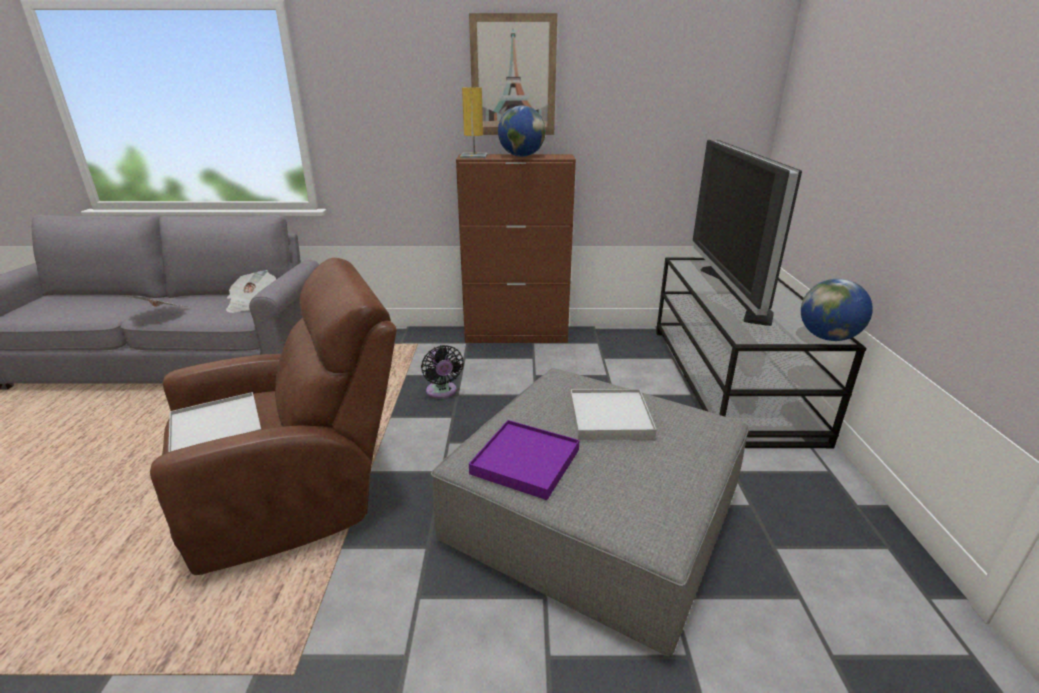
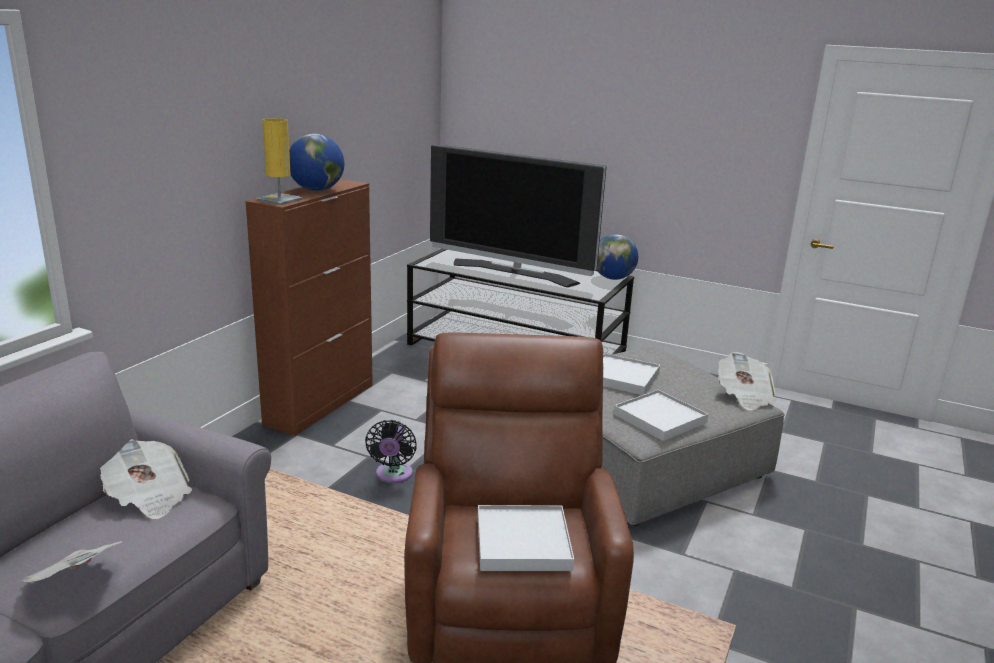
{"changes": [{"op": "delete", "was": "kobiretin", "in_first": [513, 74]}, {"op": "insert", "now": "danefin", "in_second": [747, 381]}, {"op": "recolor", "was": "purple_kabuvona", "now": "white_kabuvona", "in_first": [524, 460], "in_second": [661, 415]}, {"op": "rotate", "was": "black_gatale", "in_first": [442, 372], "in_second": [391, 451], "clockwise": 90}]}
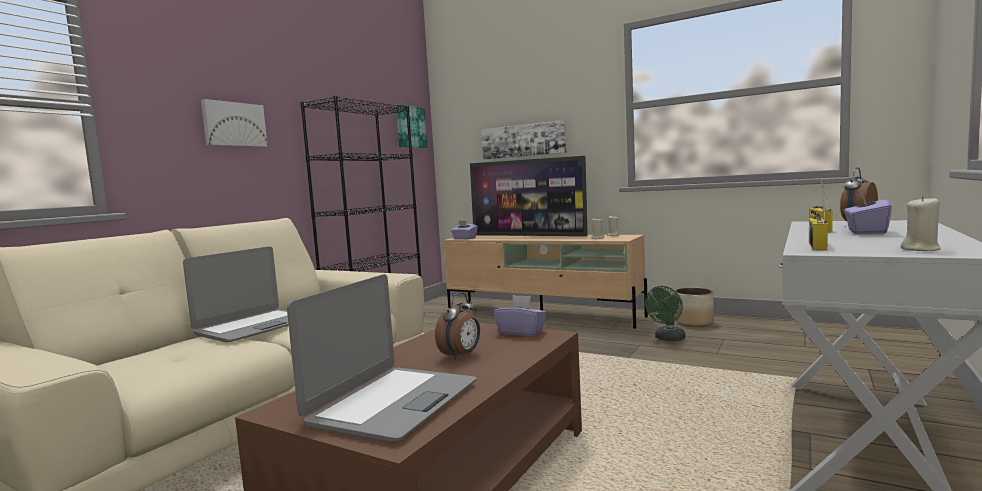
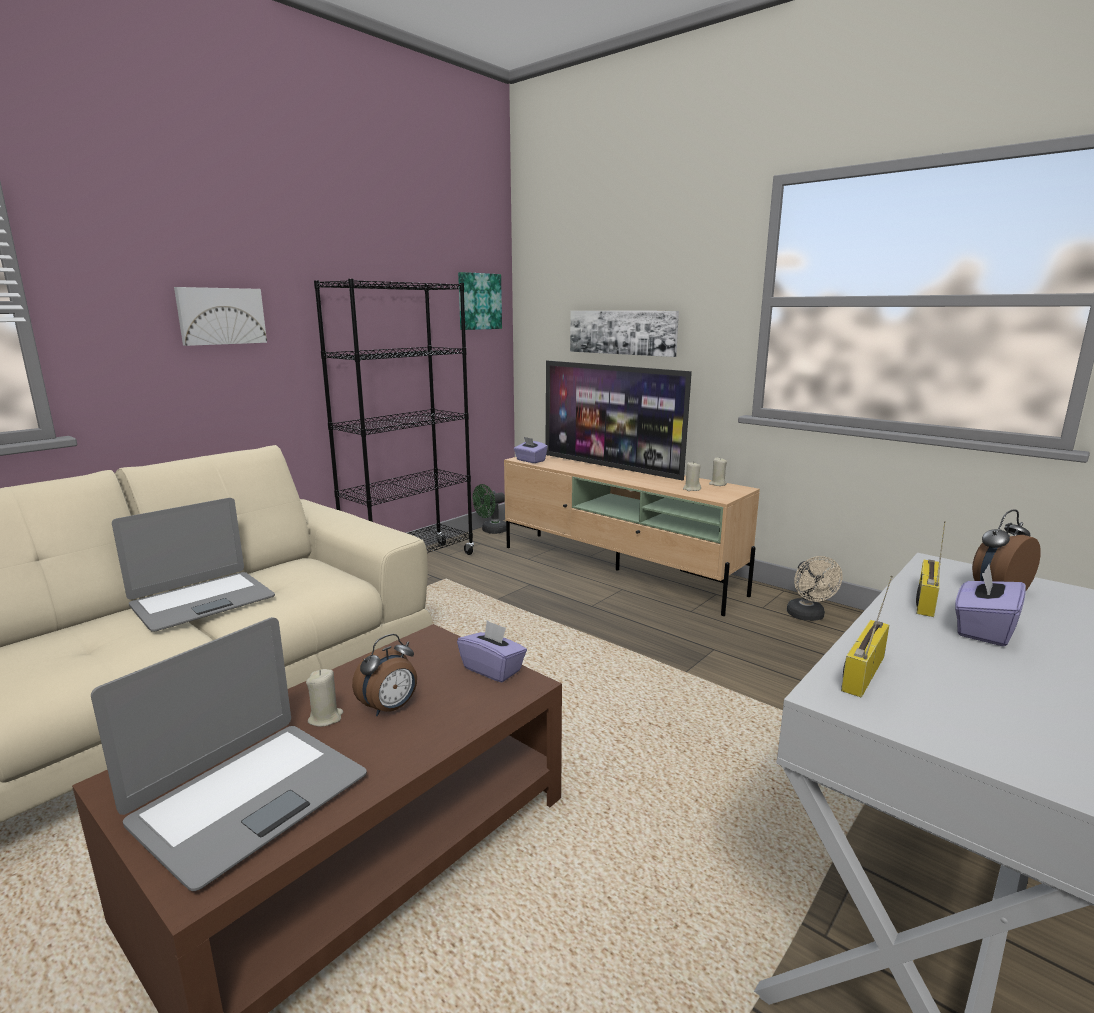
{"changes": [{"op": "move", "was": "green_gatale", "in_first": [665, 313], "in_second": [489, 509]}, {"op": "move", "was": "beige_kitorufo", "in_first": [921, 223], "in_second": [324, 698]}, {"op": "replace", "was": "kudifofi", "now": "beige_gatale", "in_first": [694, 307], "in_second": [815, 588]}]}
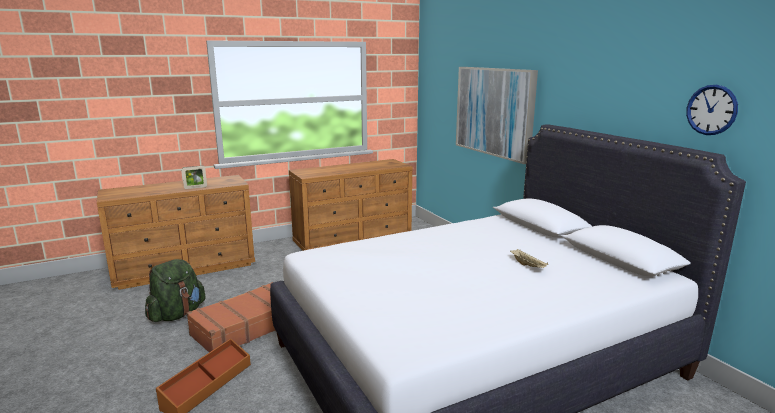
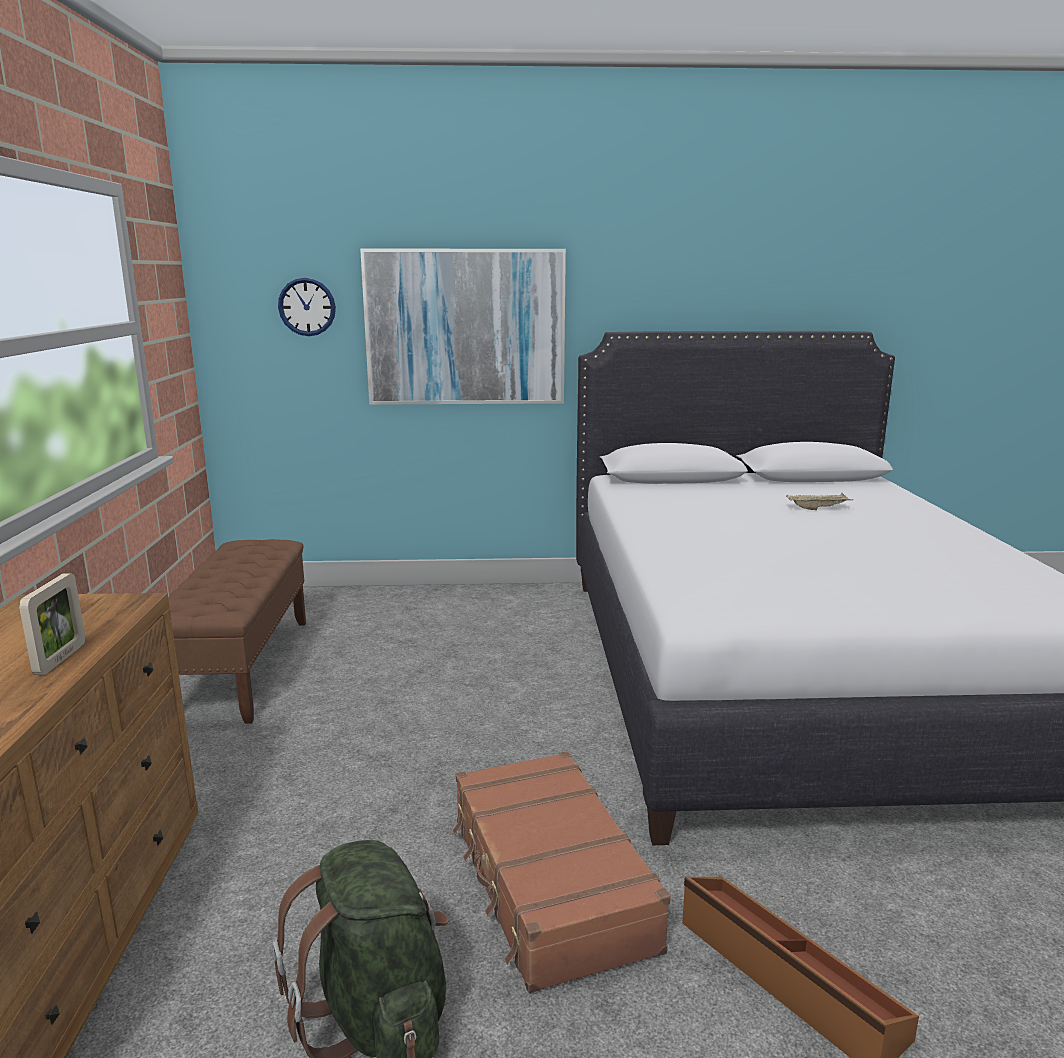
{"changes": [{"op": "move", "was": "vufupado", "in_first": [712, 110], "in_second": [307, 307]}, {"op": "replace", "was": "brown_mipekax", "now": "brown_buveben", "in_first": [351, 205], "in_second": [237, 631]}]}
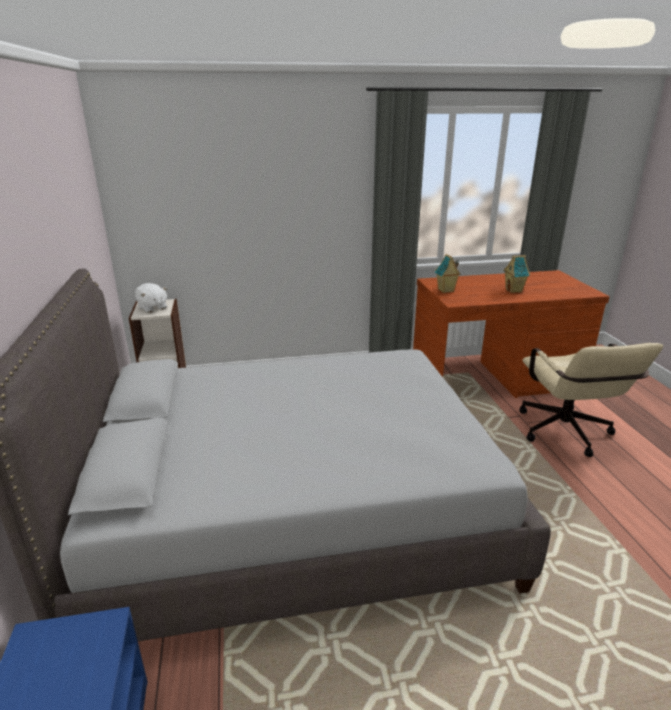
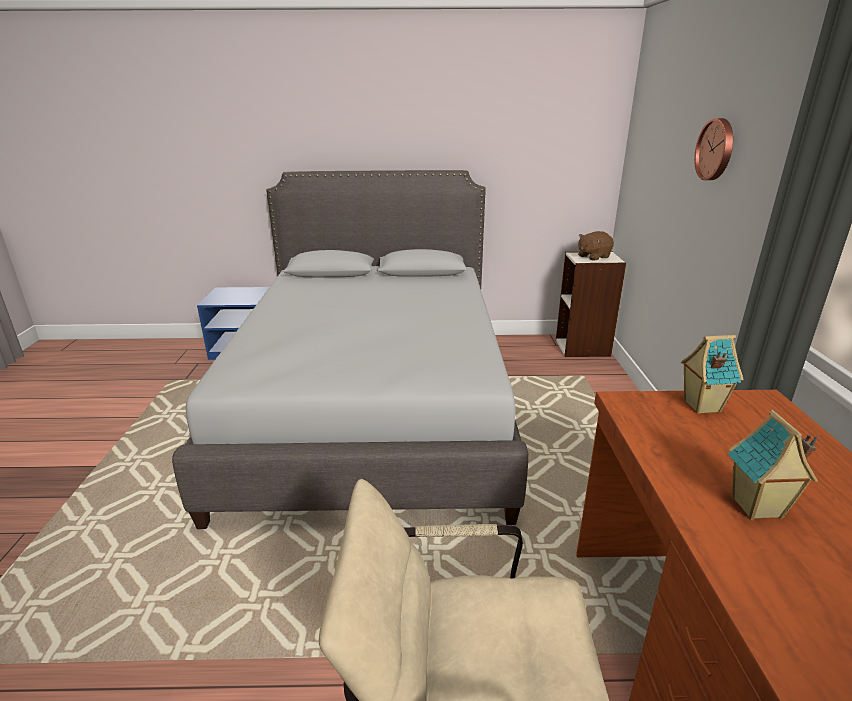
{"changes": [{"op": "insert", "now": "vufupado", "in_second": [713, 149]}, {"op": "recolor", "was": "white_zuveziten", "now": "brown_zuveziten", "in_first": [151, 298], "in_second": [596, 246]}]}
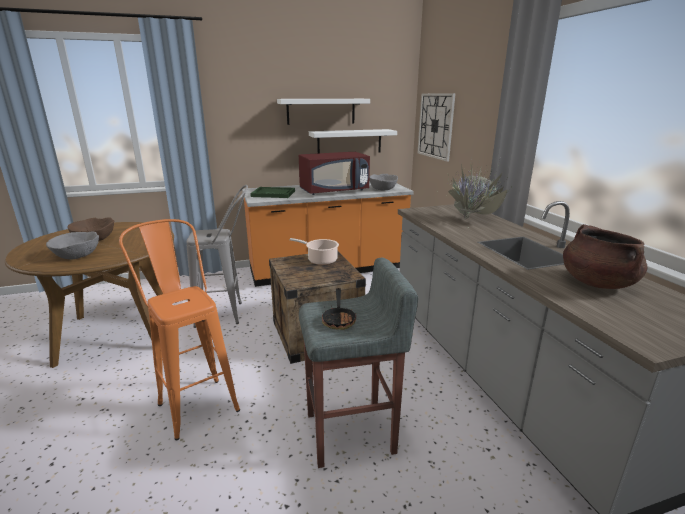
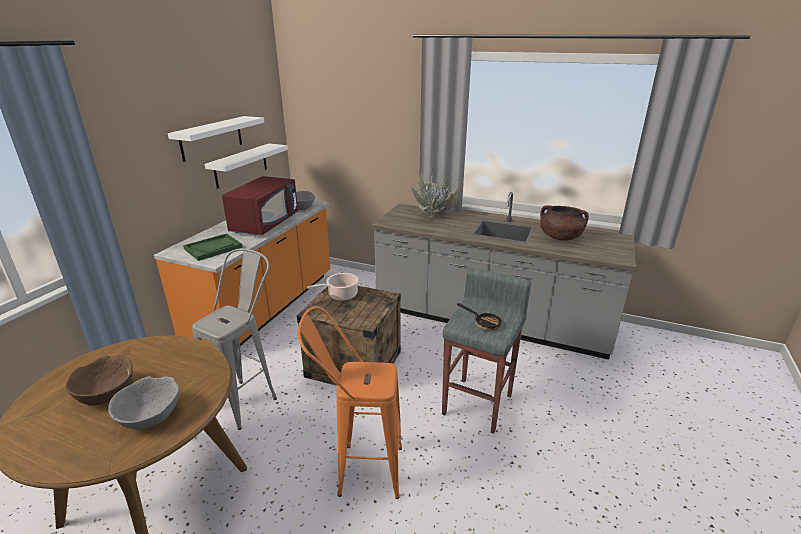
{"changes": [{"op": "delete", "was": "vufupado", "in_first": [437, 127]}]}
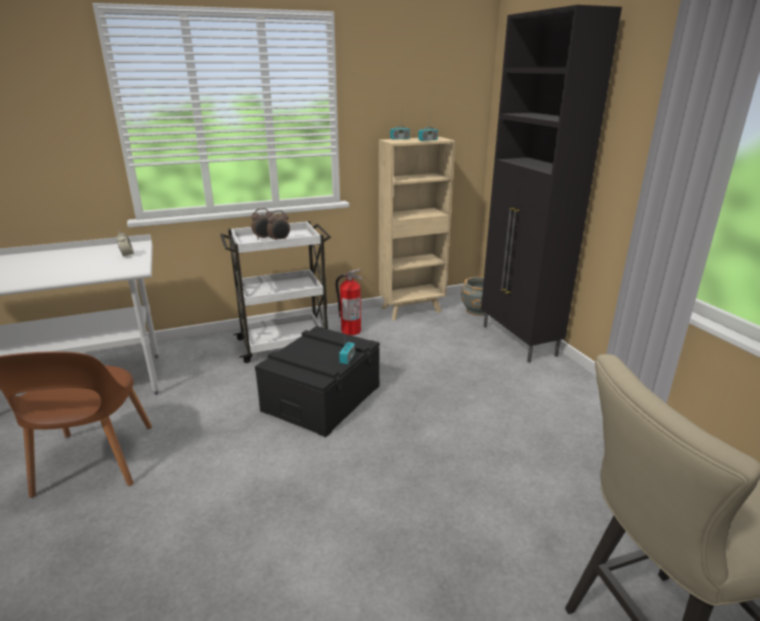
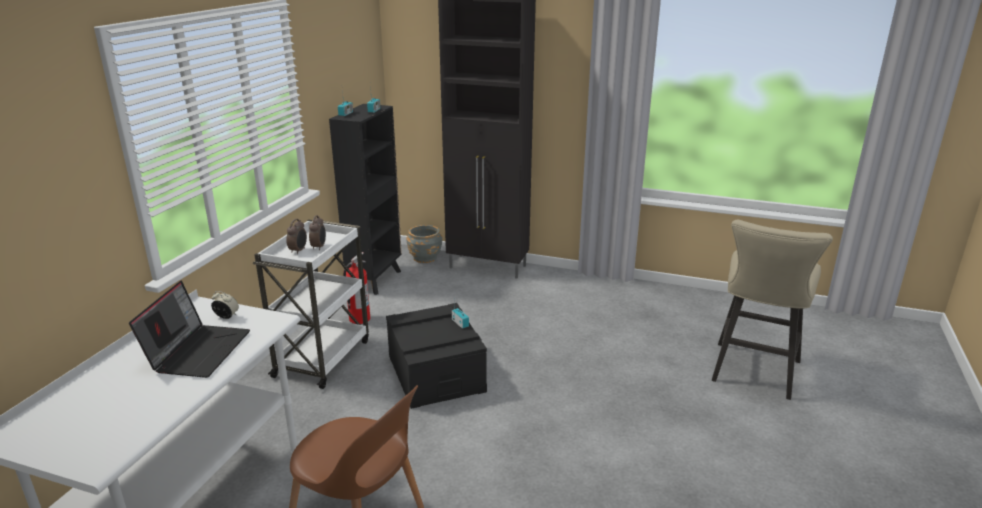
{"changes": [{"op": "insert", "now": "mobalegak", "in_second": [189, 329]}, {"op": "recolor", "was": "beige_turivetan", "now": "black_turivetan", "in_first": [417, 228], "in_second": [365, 199]}]}
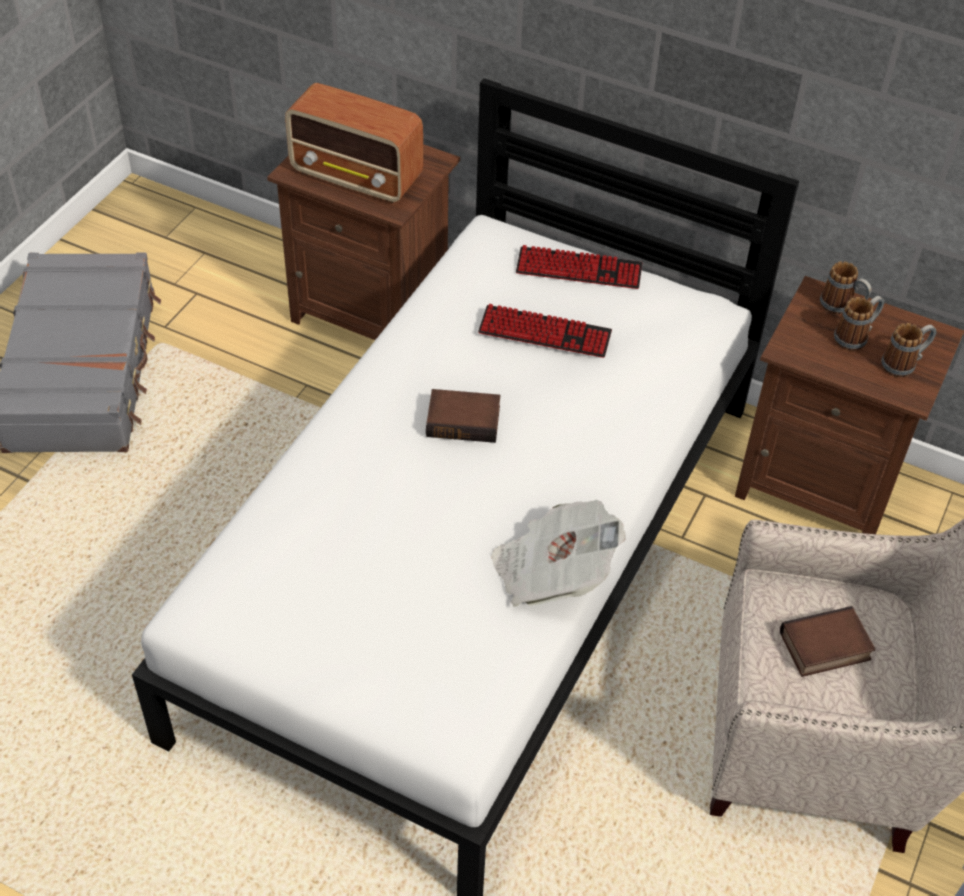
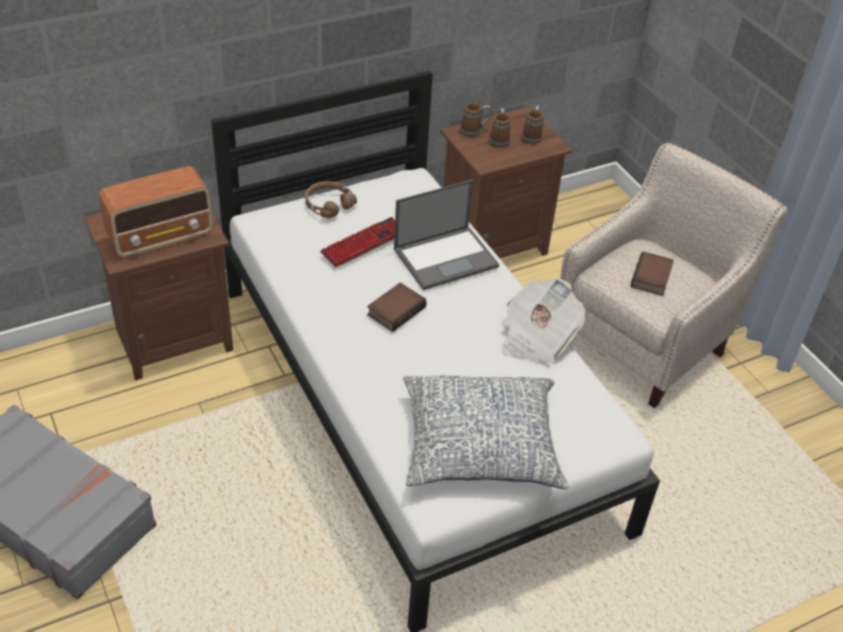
{"changes": [{"op": "insert", "now": "mobalegak", "in_second": [446, 235]}, {"op": "insert", "now": "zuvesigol", "in_second": [486, 432]}, {"op": "replace", "was": "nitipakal", "now": "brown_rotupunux", "in_first": [579, 267], "in_second": [331, 200]}]}
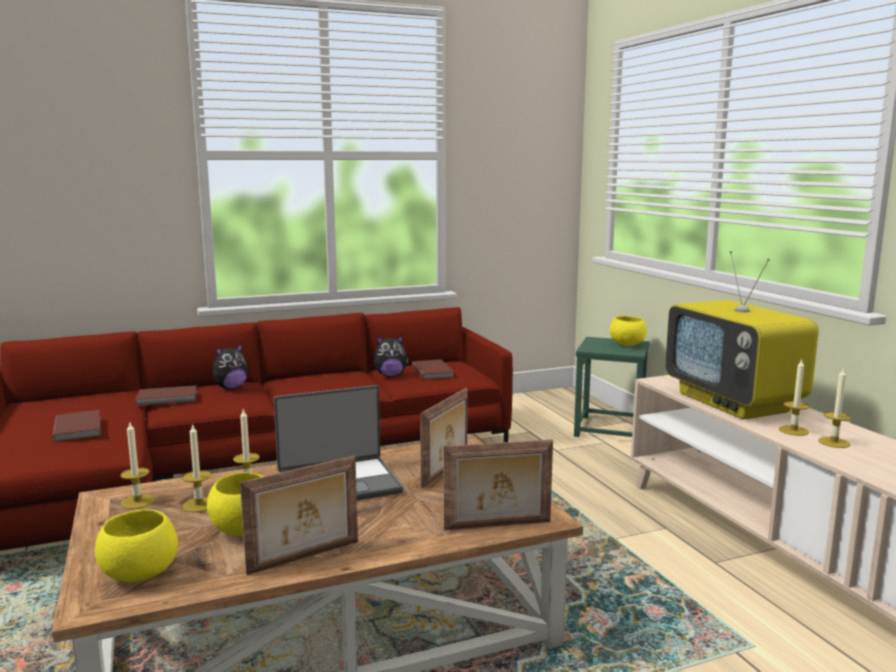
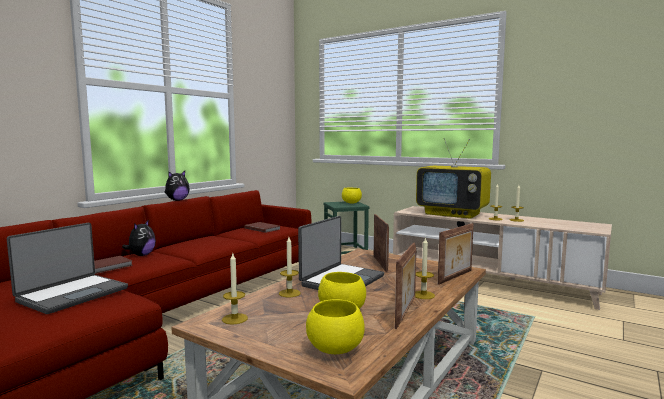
{"changes": [{"op": "move", "was": "kitorufo", "in_first": [196, 467], "in_second": [425, 268]}, {"op": "move", "was": "zuveziten", "in_first": [391, 356], "in_second": [177, 186]}, {"op": "replace", "was": "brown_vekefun", "now": "mobalegak", "in_first": [76, 426], "in_second": [67, 268]}]}
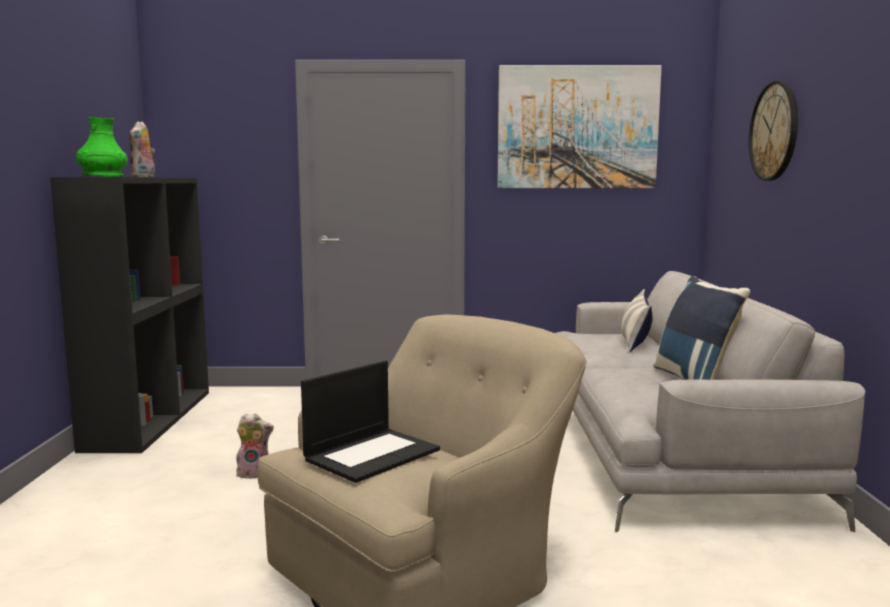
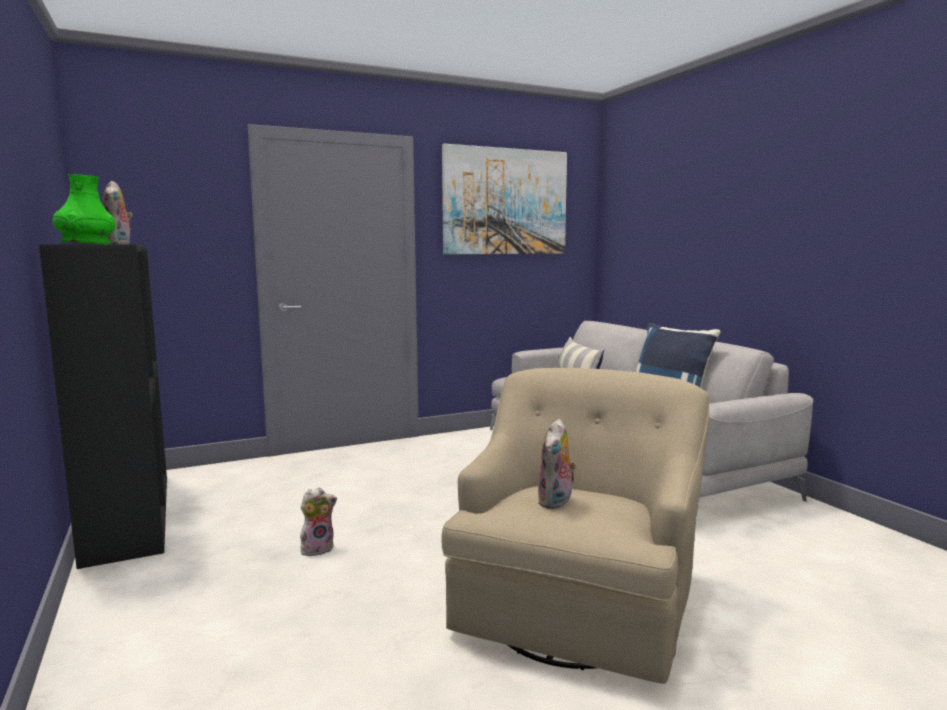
{"changes": [{"op": "delete", "was": "vufupado", "in_first": [773, 131]}, {"op": "replace", "was": "mobalegak", "now": "zuveziten", "in_first": [370, 422], "in_second": [557, 464]}]}
